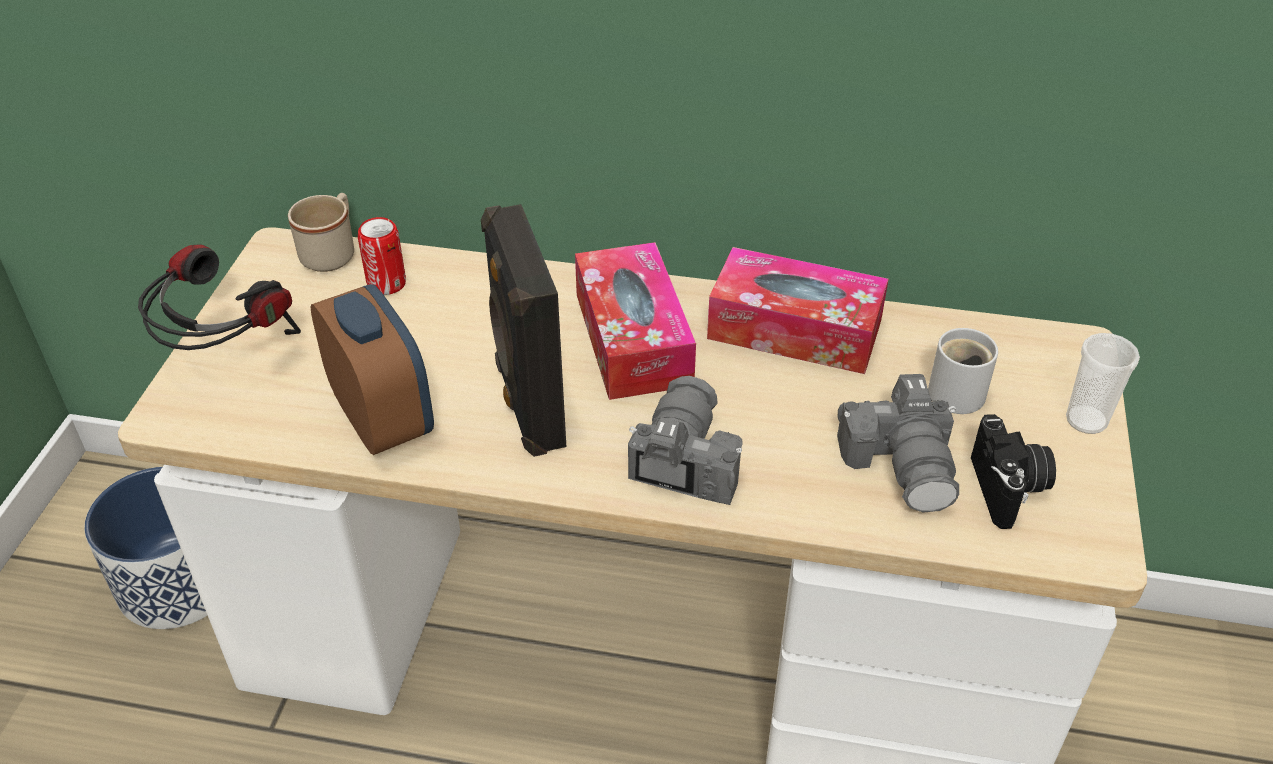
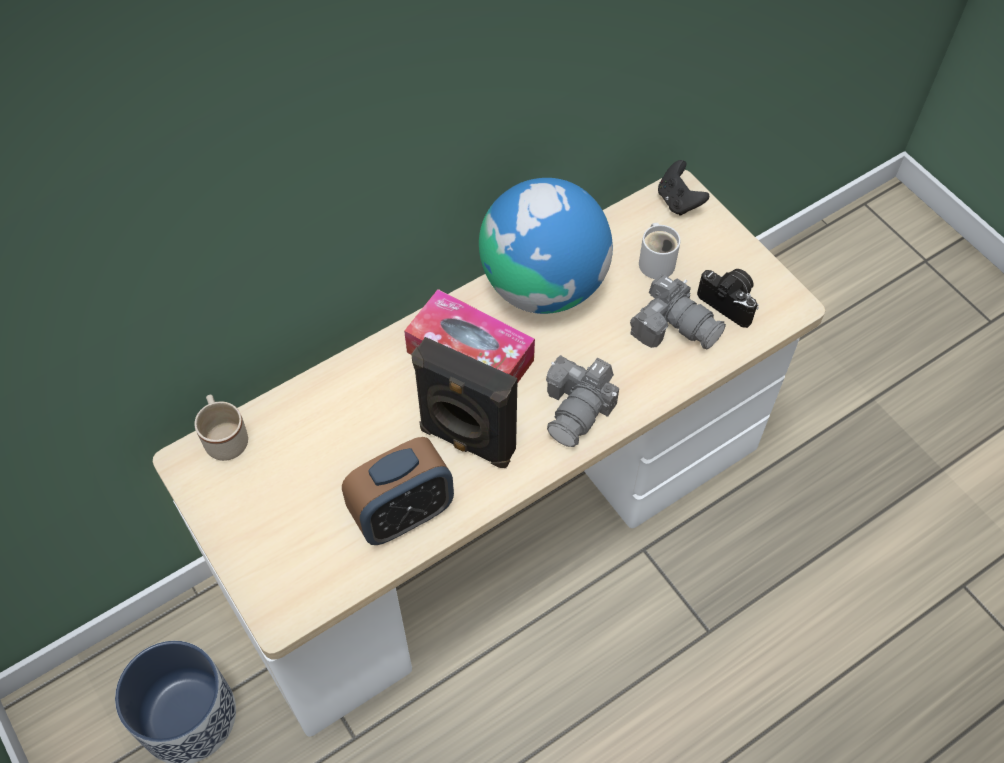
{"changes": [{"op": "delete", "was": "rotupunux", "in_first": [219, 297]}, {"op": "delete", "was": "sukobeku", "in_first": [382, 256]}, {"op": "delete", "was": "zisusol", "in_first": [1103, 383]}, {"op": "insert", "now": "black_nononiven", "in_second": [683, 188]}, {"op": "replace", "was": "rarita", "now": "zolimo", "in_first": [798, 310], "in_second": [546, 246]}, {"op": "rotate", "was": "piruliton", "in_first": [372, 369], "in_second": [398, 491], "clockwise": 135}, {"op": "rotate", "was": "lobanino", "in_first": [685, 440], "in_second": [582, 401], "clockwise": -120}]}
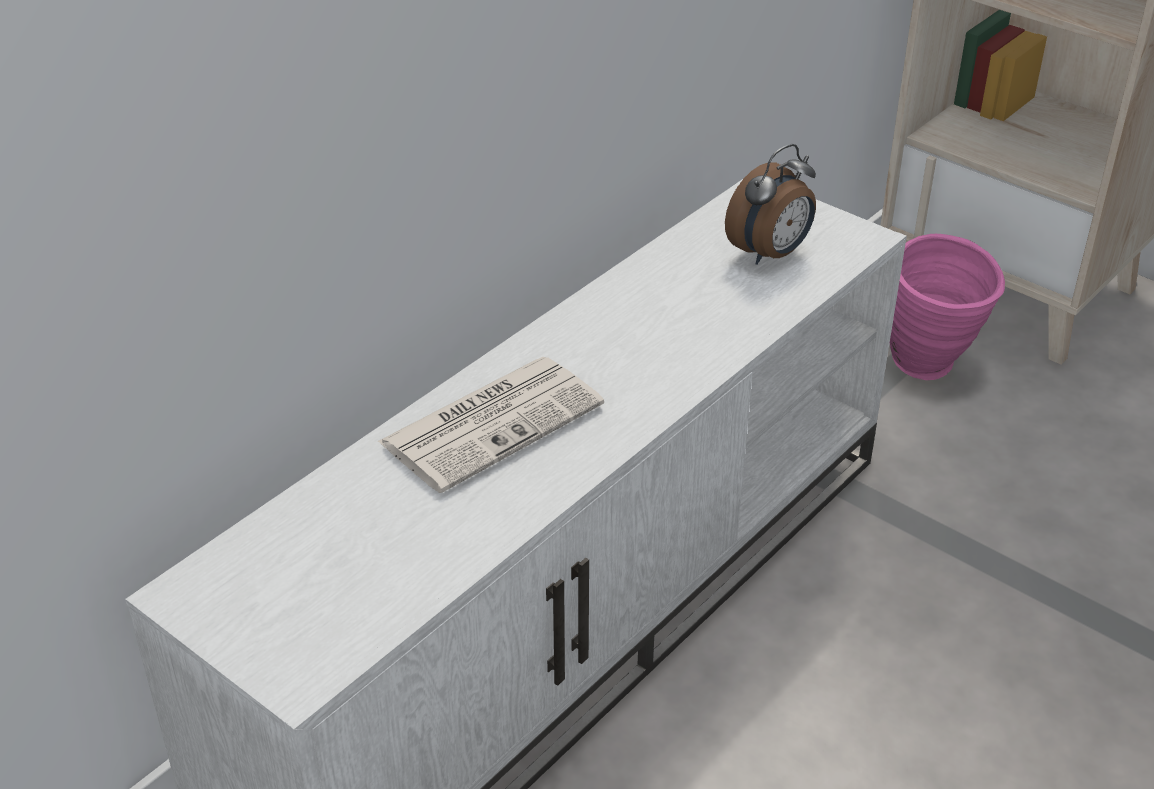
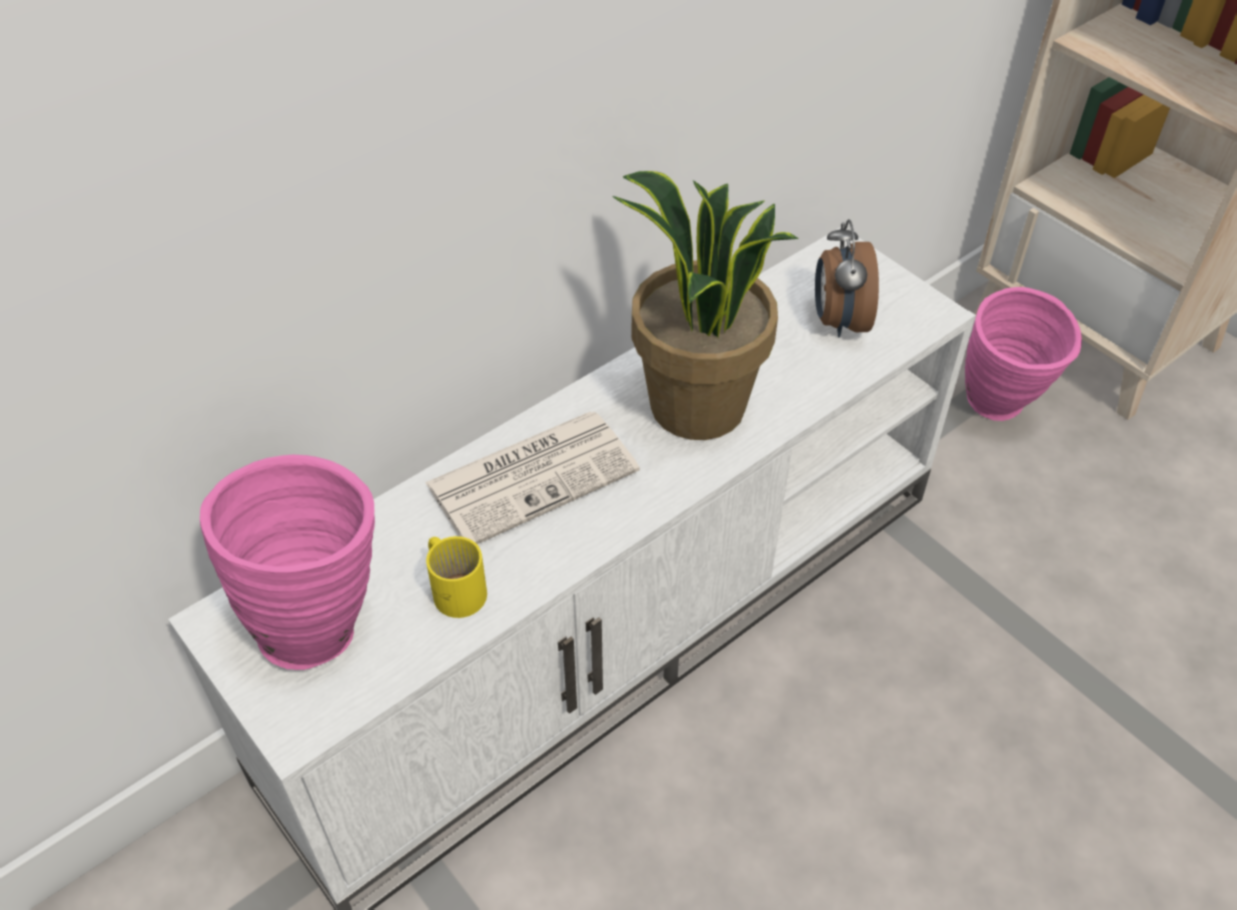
{"changes": [{"op": "insert", "now": "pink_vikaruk", "in_second": [287, 562]}, {"op": "insert", "now": "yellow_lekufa", "in_second": [456, 577]}, {"op": "insert", "now": "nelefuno", "in_second": [705, 305]}, {"op": "rotate", "was": "piruliton", "in_first": [770, 204], "in_second": [847, 278], "clockwise": 120}]}
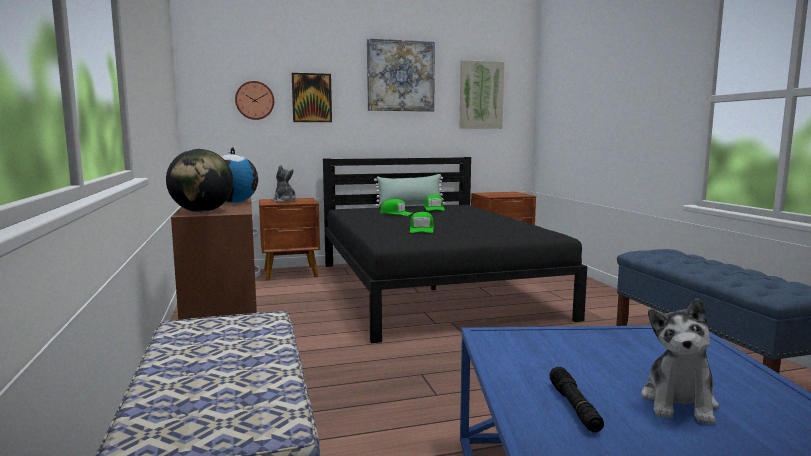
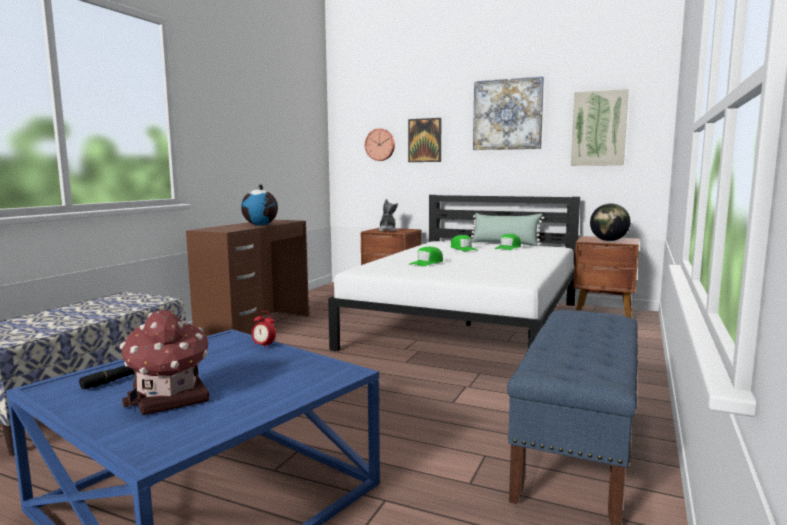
{"changes": [{"op": "insert", "now": "piruliton", "in_second": [263, 330]}, {"op": "move", "was": "zolimo", "in_first": [199, 180], "in_second": [610, 222]}, {"op": "replace", "was": "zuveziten", "now": "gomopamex", "in_first": [680, 361], "in_second": [164, 362]}, {"op": "recolor", "was": "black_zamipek", "now": "white_zamipek", "in_first": [455, 250], "in_second": [454, 273]}]}
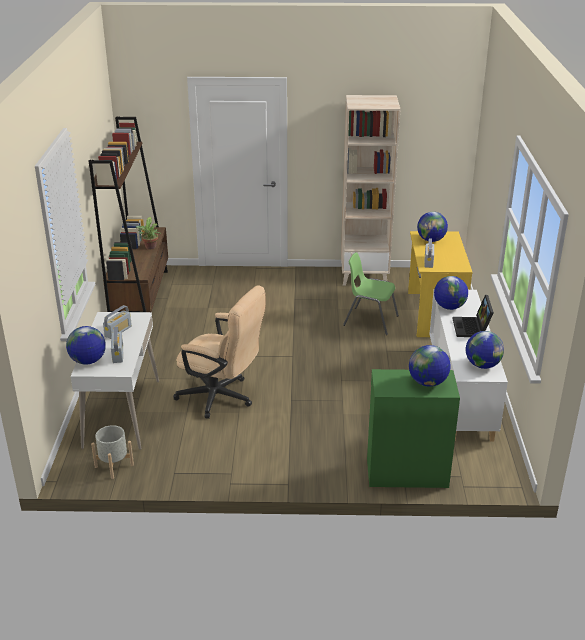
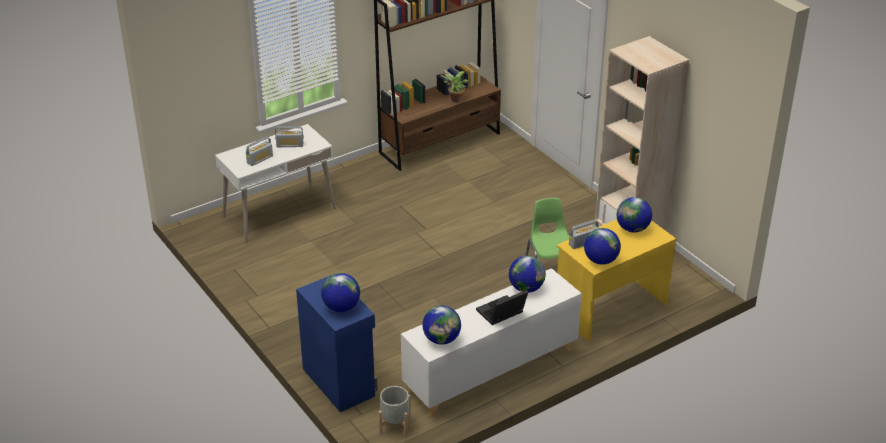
{"changes": [{"op": "delete", "was": "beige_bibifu", "in_first": [219, 352]}, {"op": "move", "was": "zolimo", "in_first": [86, 345], "in_second": [602, 246]}, {"op": "move", "was": "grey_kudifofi", "in_first": [112, 452], "in_second": [395, 411]}, {"op": "recolor", "was": "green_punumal", "now": "blue_punumal", "in_first": [413, 428], "in_second": [337, 343]}]}
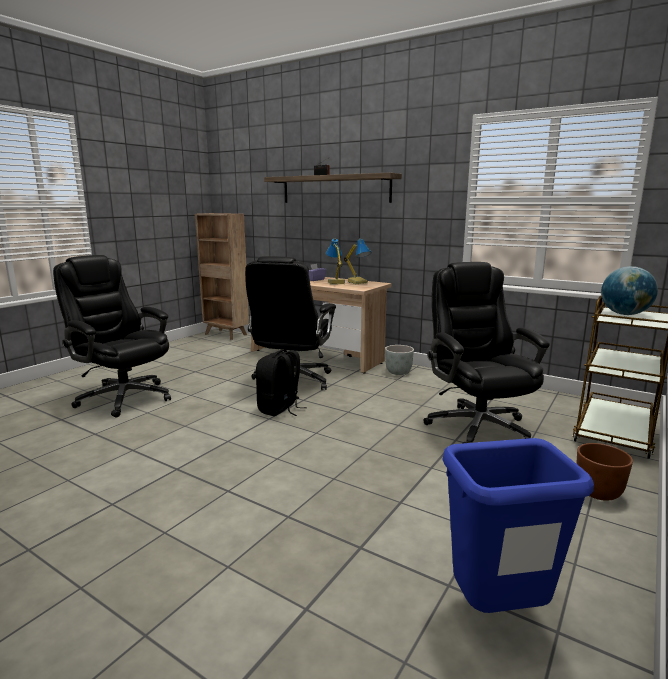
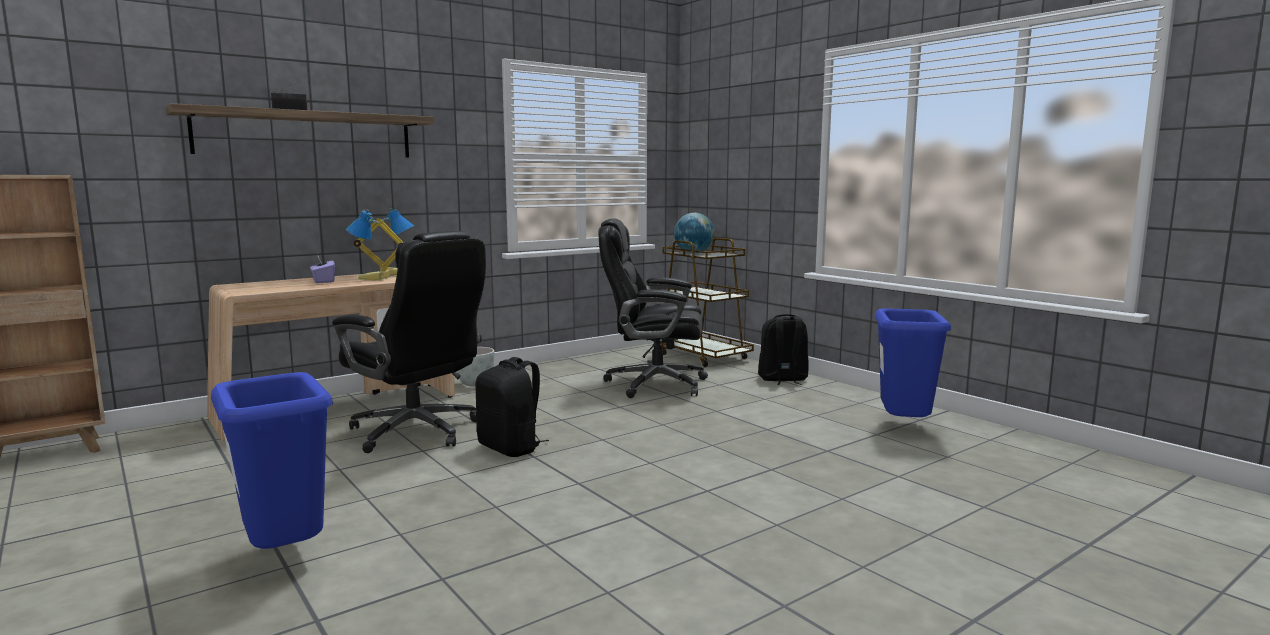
{"changes": [{"op": "replace", "was": "black_bibifu", "now": "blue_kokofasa", "in_first": [112, 336], "in_second": [272, 460]}, {"op": "replace", "was": "brown_kudifofi", "now": "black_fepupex", "in_first": [604, 472], "in_second": [783, 349]}]}
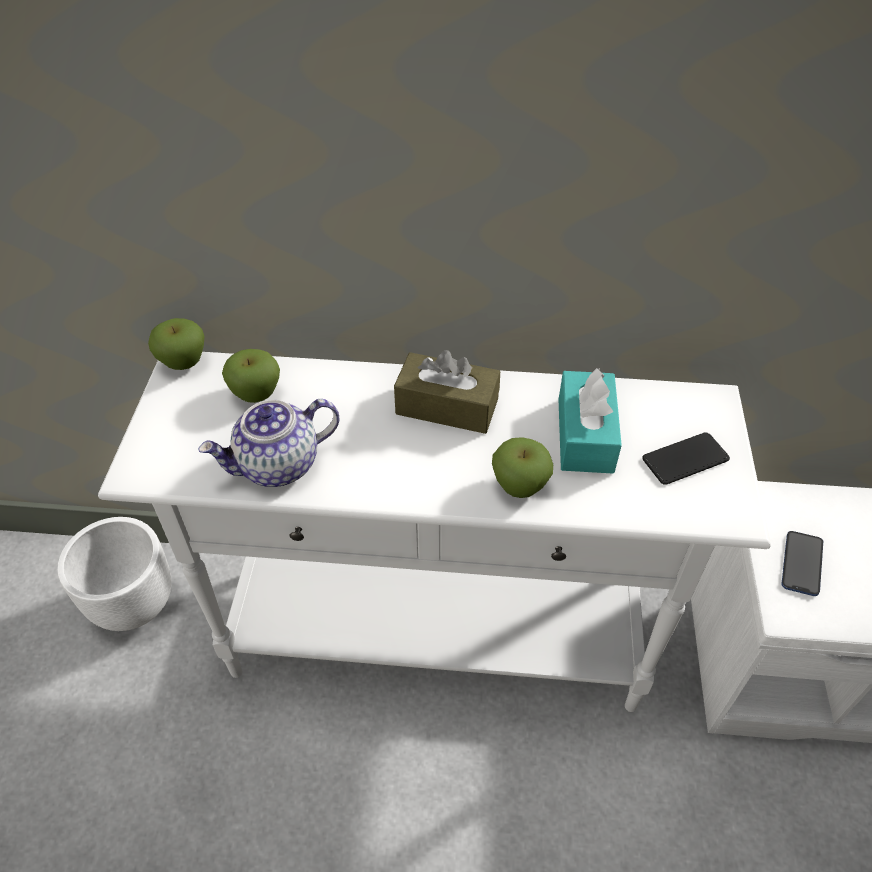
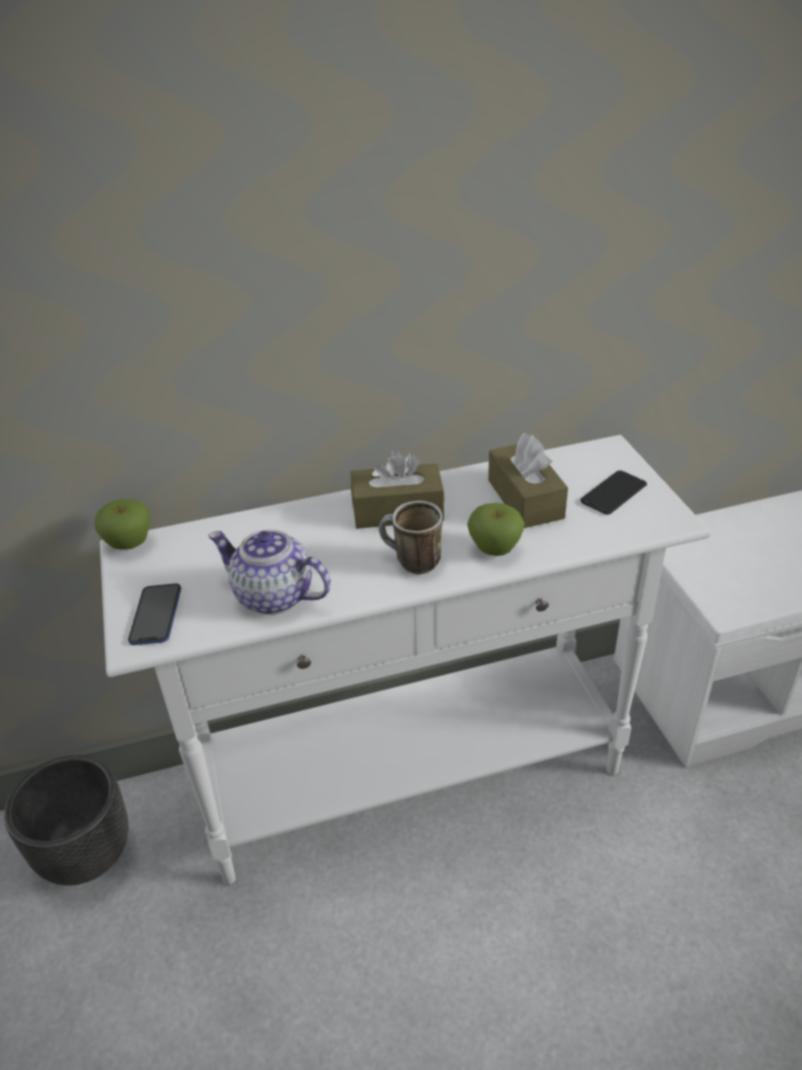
{"changes": [{"op": "delete", "was": "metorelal", "in_first": [251, 376]}, {"op": "insert", "now": "lekufa", "in_second": [411, 537]}, {"op": "move", "was": "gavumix", "in_first": [802, 563], "in_second": [154, 614]}, {"op": "recolor", "was": "white_kudifofi", "now": "black_kudifofi", "in_first": [114, 574], "in_second": [66, 820]}, {"op": "recolor", "was": "turquoise_rarita", "now": "brown_rarita", "in_first": [590, 421], "in_second": [528, 480]}, {"op": "rotate", "was": "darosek", "in_first": [268, 443], "in_second": [269, 572], "clockwise": 75}]}
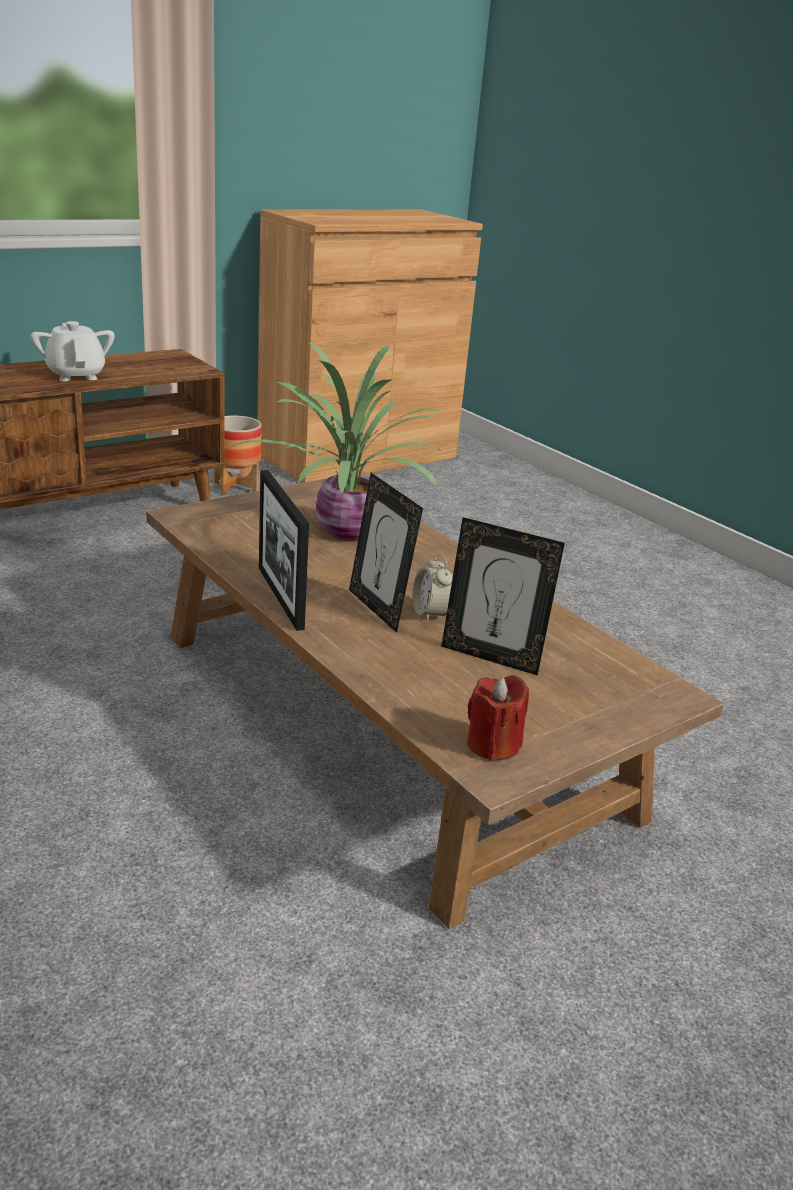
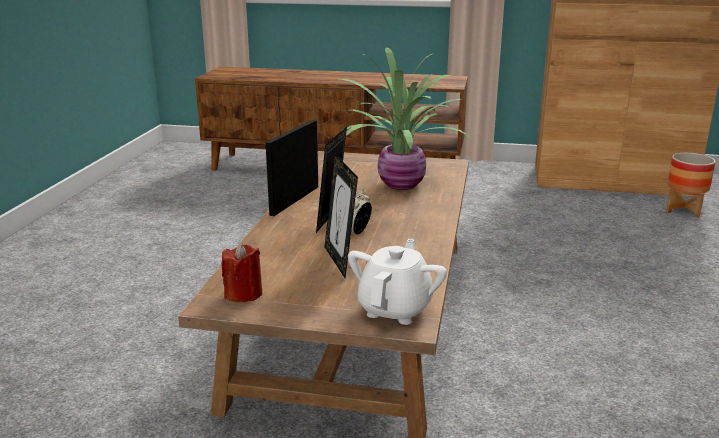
{"changes": [{"op": "move", "was": "white_darosek", "in_first": [73, 351], "in_second": [397, 282]}, {"op": "move", "was": "kudifofi", "in_first": [238, 456], "in_second": [691, 185]}]}
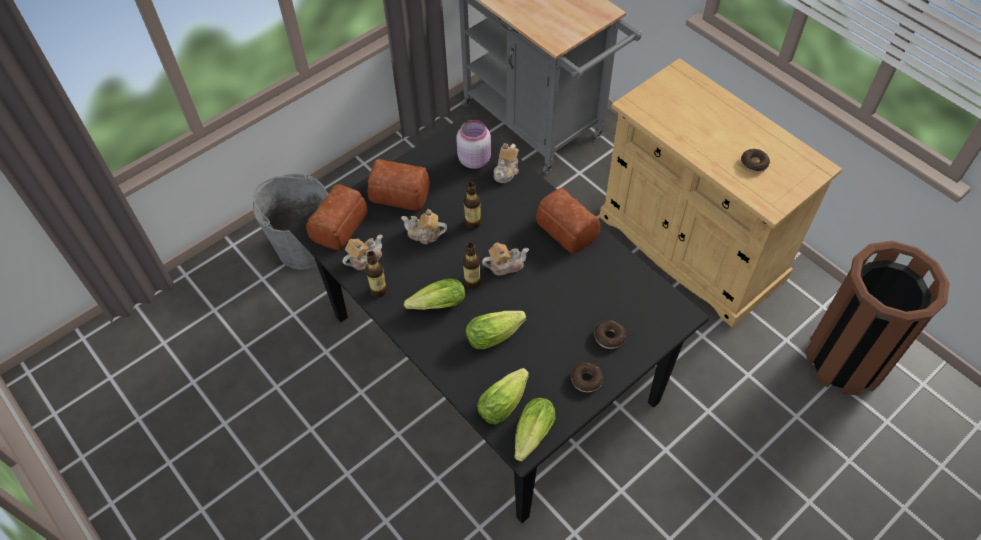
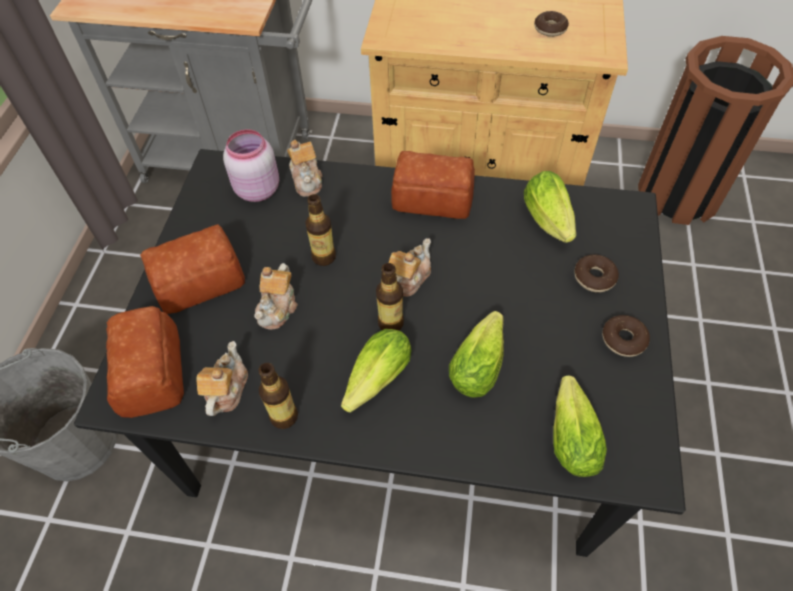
{"changes": [{"op": "move", "was": "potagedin", "in_first": [535, 429], "in_second": [550, 207]}, {"op": "rotate", "was": "darosek", "in_first": [424, 226], "in_second": [276, 296], "clockwise": -45}]}
